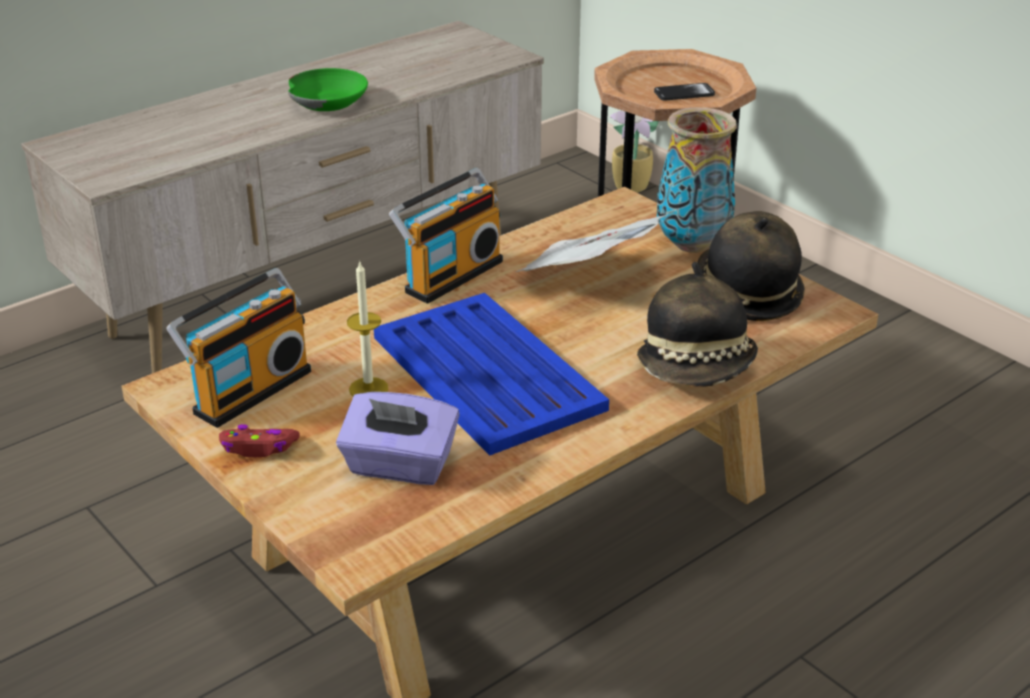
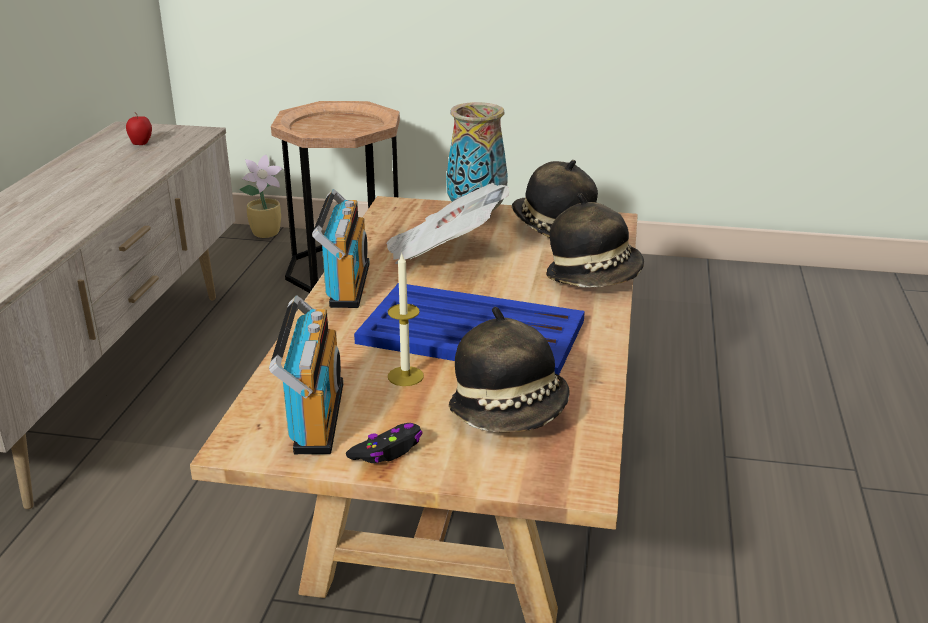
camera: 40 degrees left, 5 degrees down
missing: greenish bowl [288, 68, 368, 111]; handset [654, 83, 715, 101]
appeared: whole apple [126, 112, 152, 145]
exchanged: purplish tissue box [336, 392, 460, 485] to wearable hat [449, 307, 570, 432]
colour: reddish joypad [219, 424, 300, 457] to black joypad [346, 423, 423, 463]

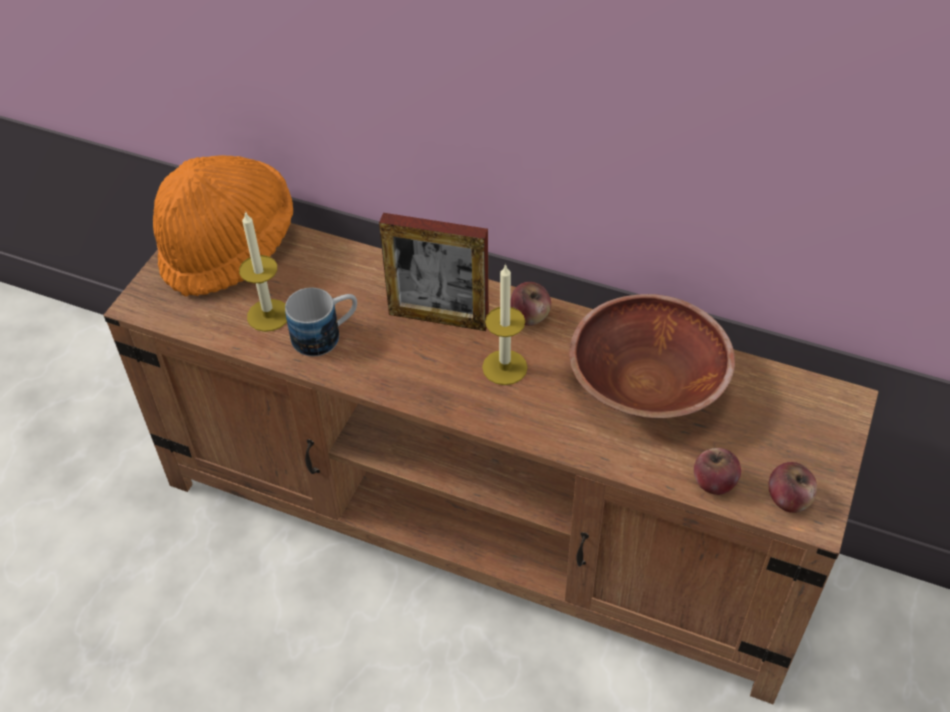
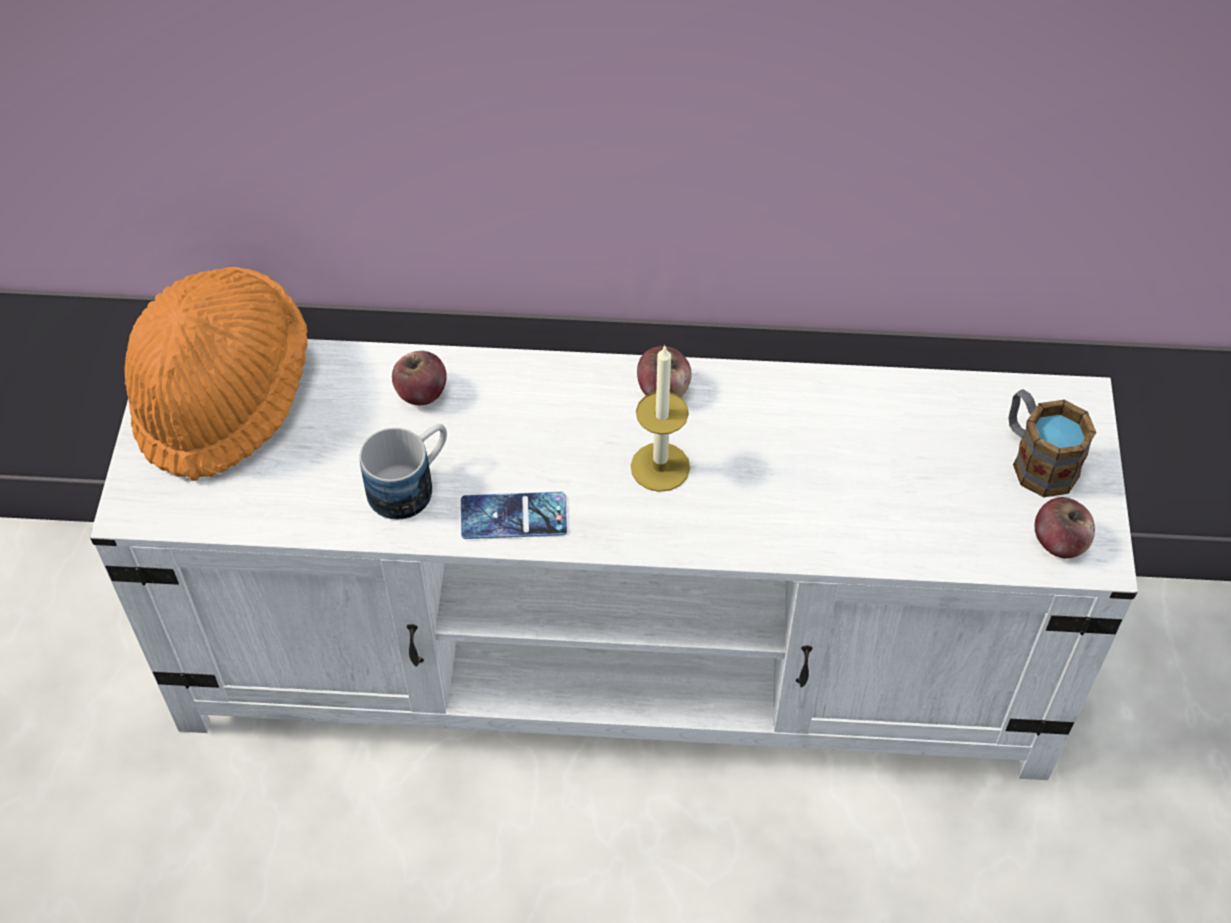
camera: 20 degrees left, 5 degrees up
missing: wax light [239, 211, 287, 332]; photo frame [379, 213, 489, 331]; brownish bowl [569, 294, 735, 419]
appeared: coffee mug [1009, 389, 1096, 497]; handset [461, 492, 567, 539]
relocated: whole apple [694, 448, 741, 495] to [392, 351, 447, 405]
colour: brownish media console [104, 223, 879, 704] to white-coloured media console [90, 339, 1138, 780]

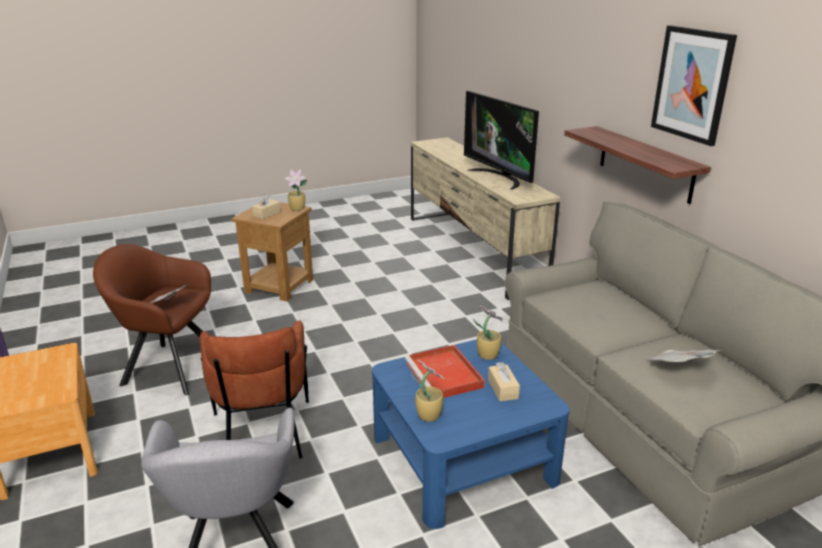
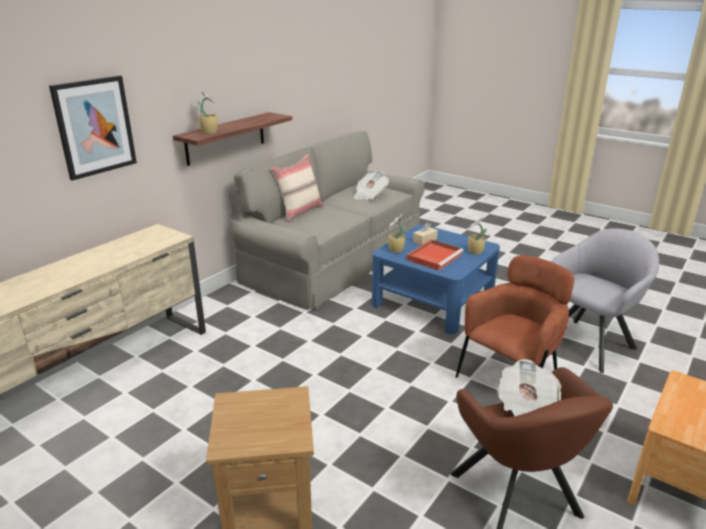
camera: 120 degrees left, 0 degrees up
missing: television [464, 91, 539, 190]; sand-coloured tissue box [252, 194, 281, 219]
appeared: sand-coloured throw pillow [271, 154, 324, 222]
relocated: wall picture [651, 25, 737, 146] to [49, 75, 137, 181]; plant in a pot [284, 169, 307, 211] to [197, 90, 218, 134]

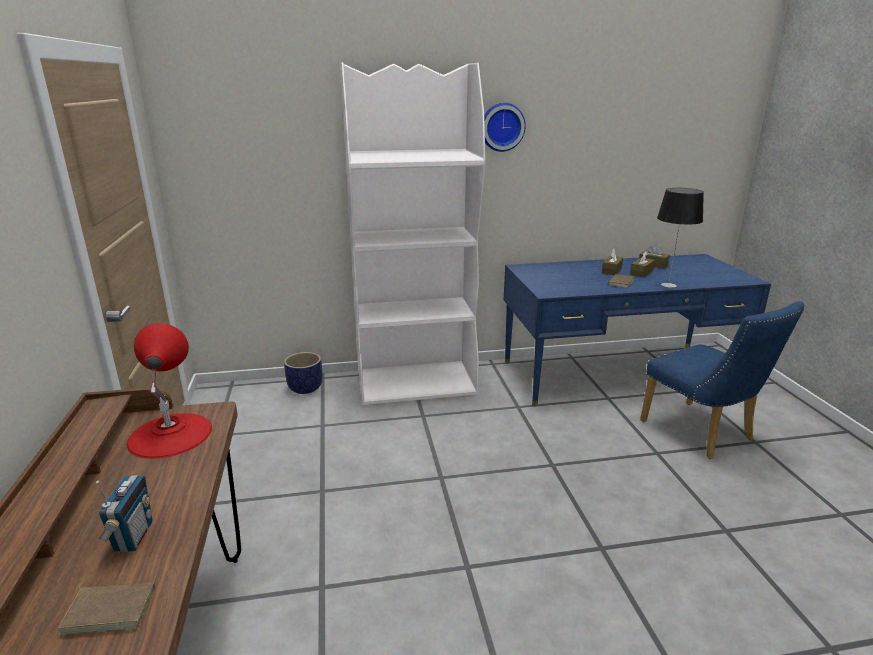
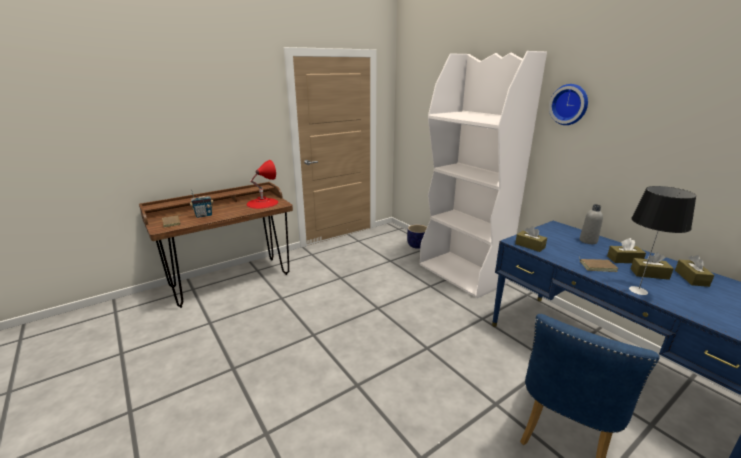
camera: 65 degrees right, 0 degrees up
appeared: gray drink bottle [579, 204, 603, 244]; brownish tissue box [515, 226, 547, 252]

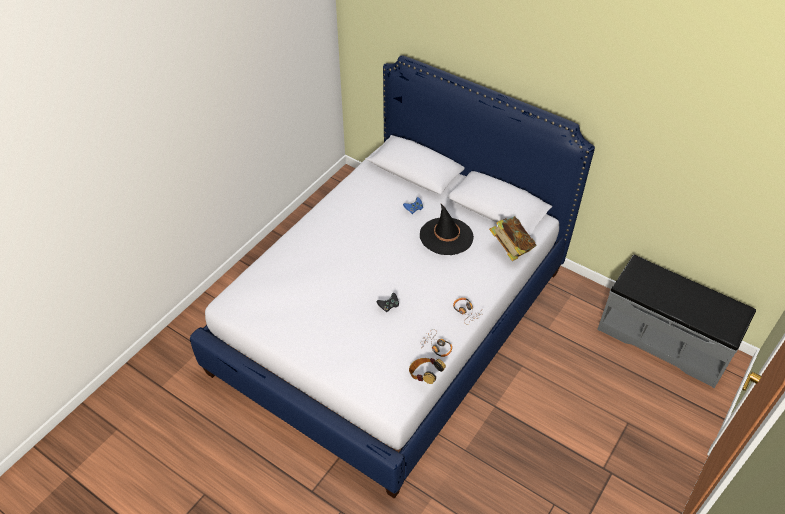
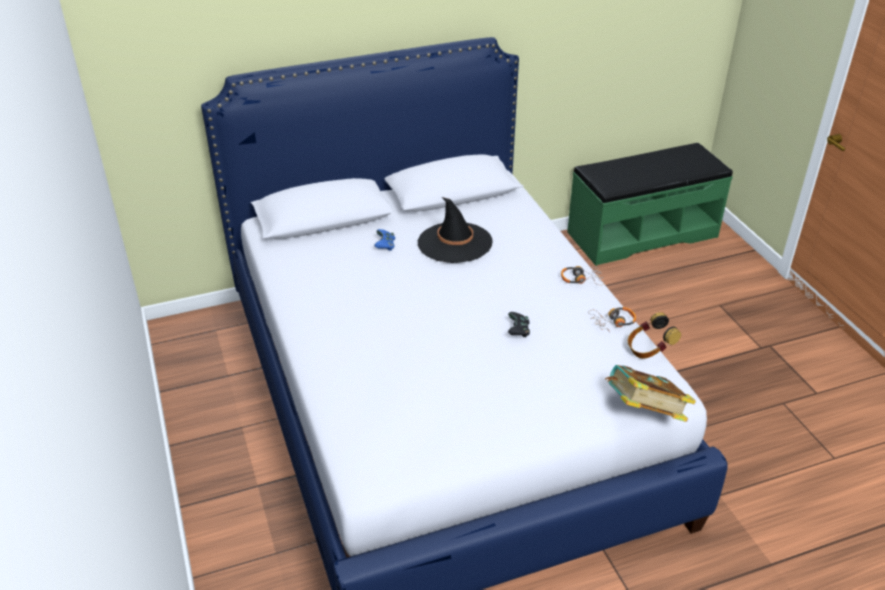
camera: 55 degrees left, 10 degrees down
relocated: bound book [489, 216, 536, 261] to [605, 365, 696, 422]
colour: gray long seat [597, 255, 756, 388] to greenish long seat [567, 143, 733, 266]

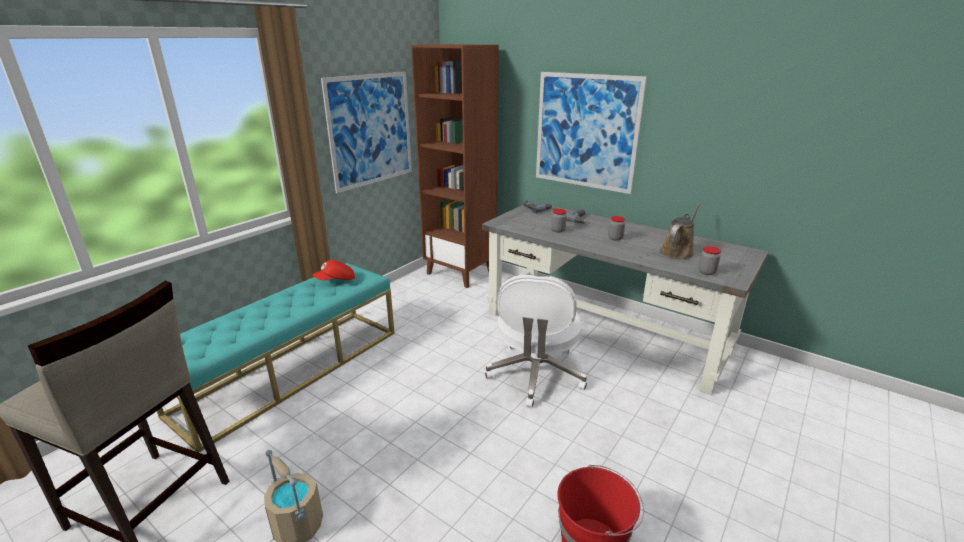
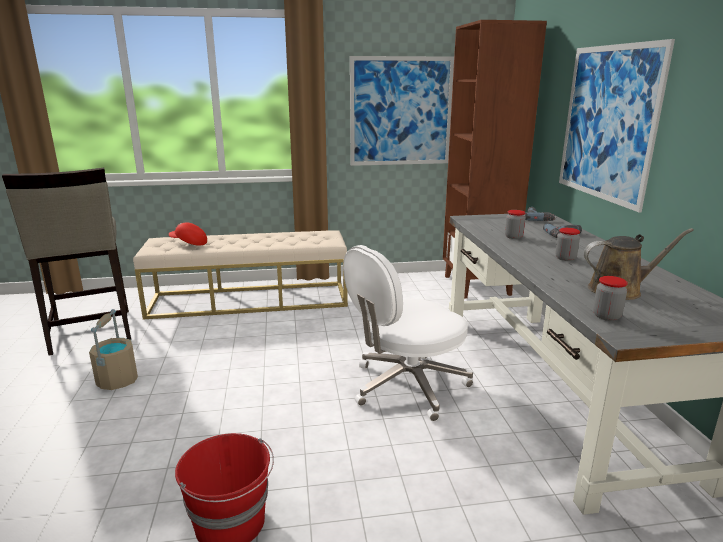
camera: 45 degrees right, 5 degrees down
relocated: reddish baseball cap [313, 260, 355, 280] to [169, 222, 207, 246]
colour: turquoise-coloured long seat [157, 263, 395, 453] to sand-coloured long seat [133, 230, 348, 320]

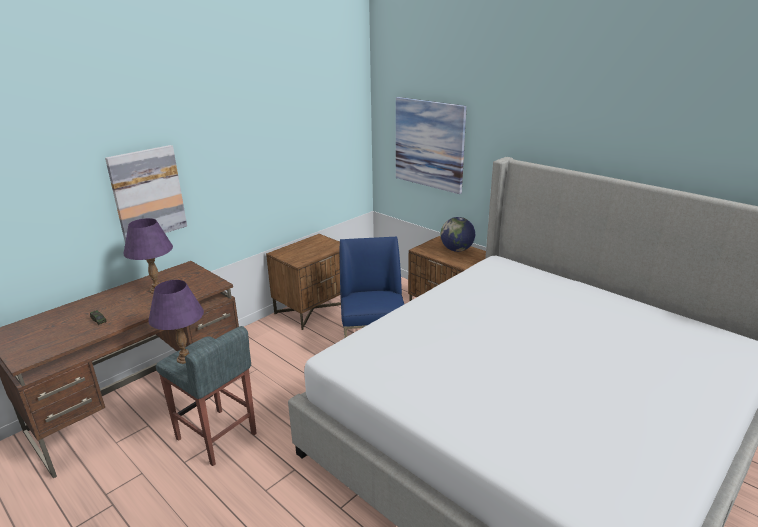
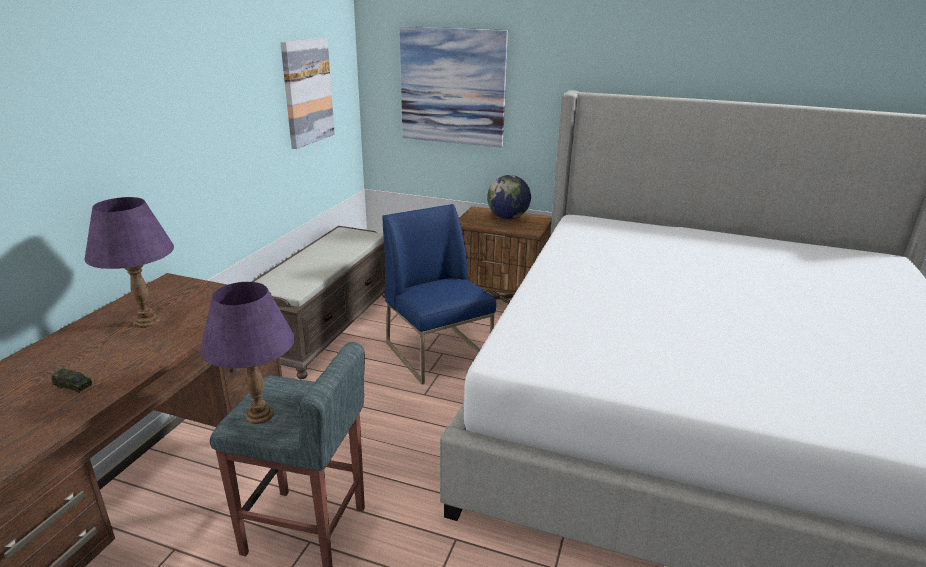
camera: 25 degrees left, 0 degrees up
relocated: wall picture [105, 145, 187, 242] to [281, 37, 335, 149]
exchanged: brownish bedside table [266, 234, 341, 330] to brownish long seat [251, 226, 385, 379]

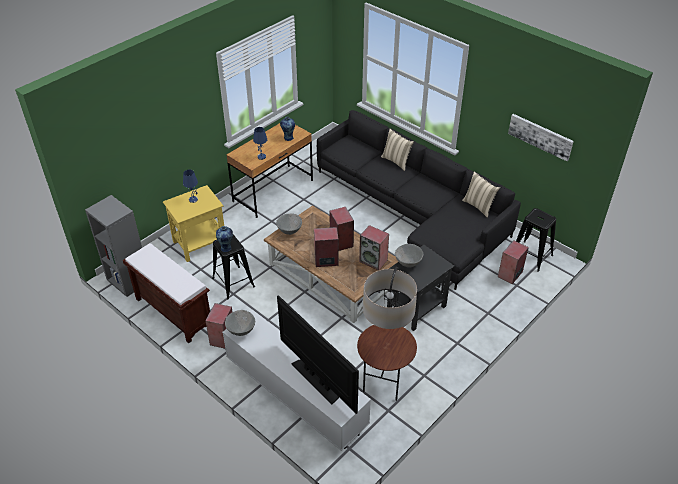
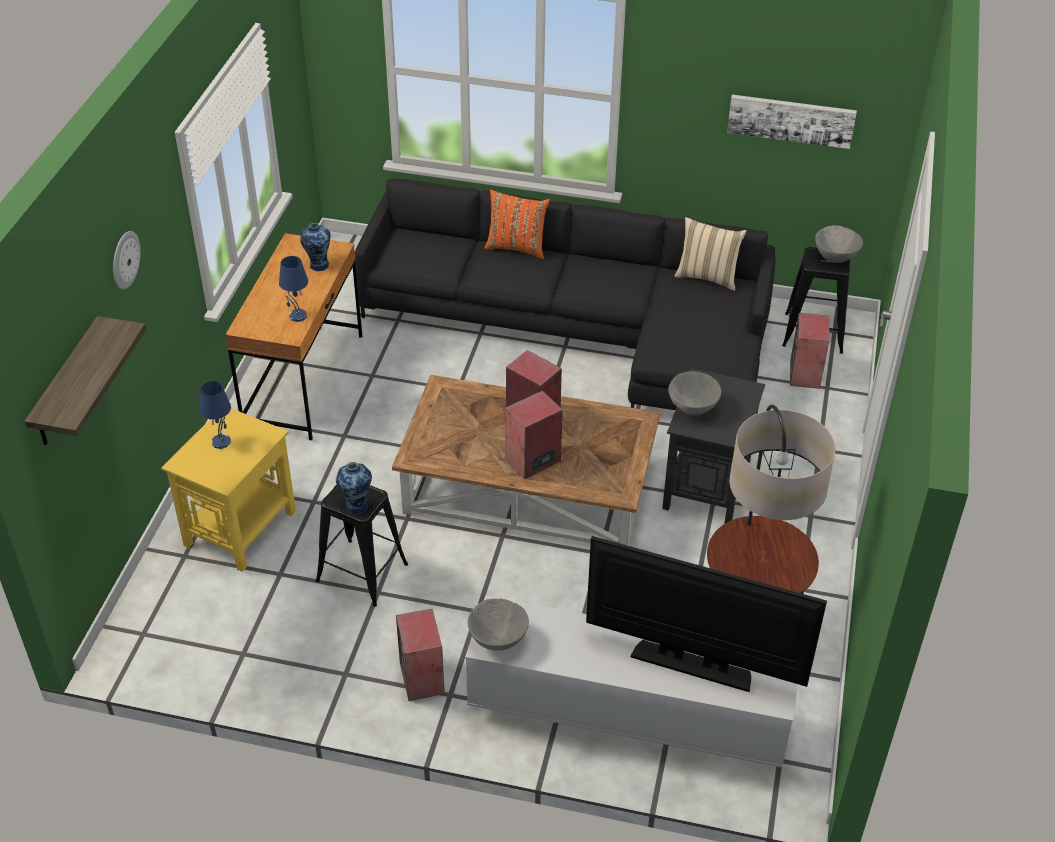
camera: 30 degrees left, 0 degrees up
missing: gray shelving unit [85, 195, 142, 297]; audio speaker [359, 225, 389, 270]; brownish long seat [123, 243, 210, 343]
appeared: clock on the wall [113, 231, 141, 289]; bracket shelf [24, 316, 146, 445]
relocated: gray bowl [276, 213, 302, 235] to [815, 225, 863, 263]
colour: sand-coloured throw pillow [381, 129, 414, 171] to orange throw pillow [484, 190, 550, 259]

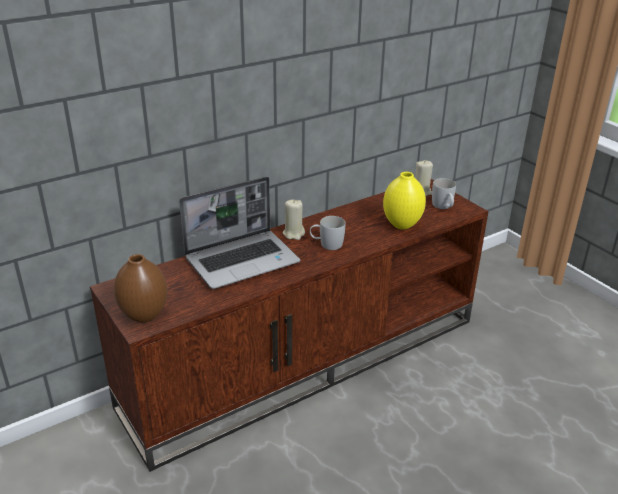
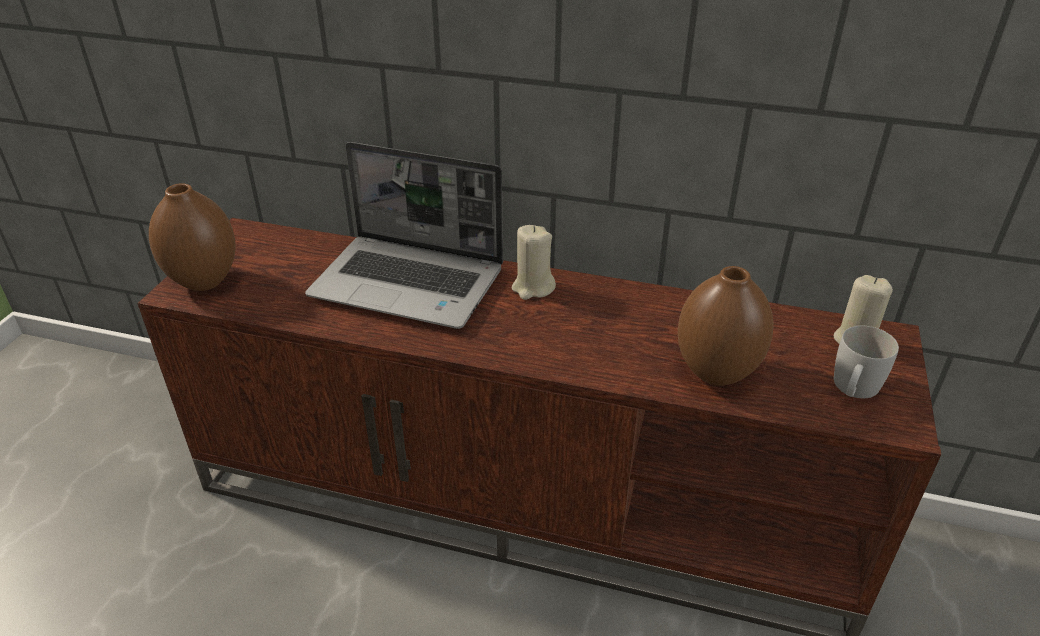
camera: 50 degrees right, 5 degrees up
missing: white-coloured coffee mug [310, 216, 345, 250]
colour: yellow vase [383, 172, 426, 229] to brownish vase [678, 266, 774, 386]

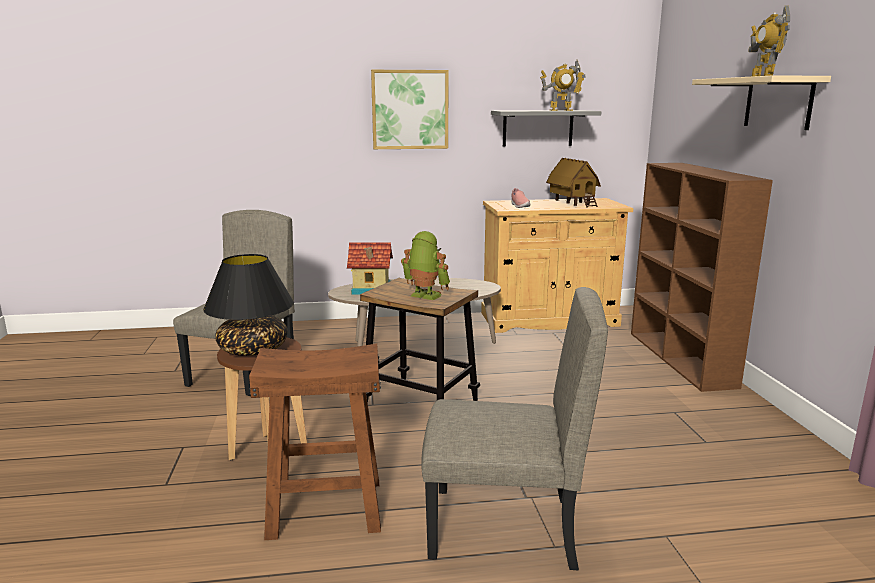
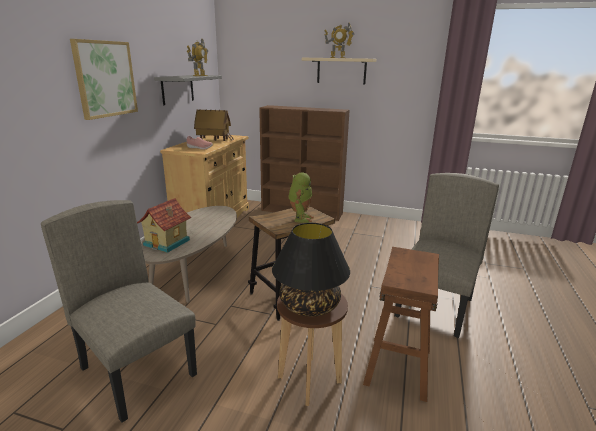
camera: 65 degrees left, 5 degrees up
spun: model robot [401, 231, 450, 300] = [288, 172, 314, 223] 135 degrees clockwise

